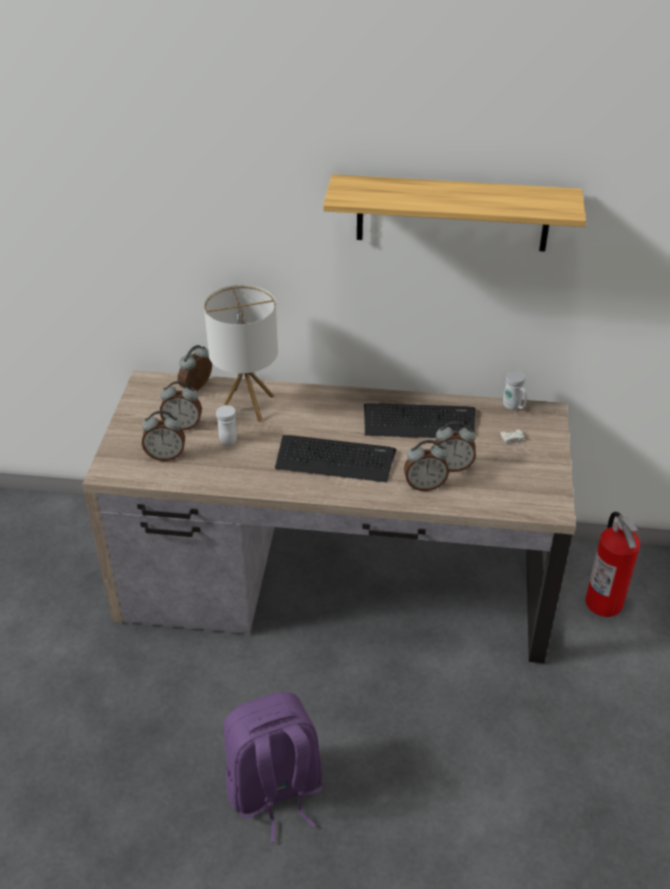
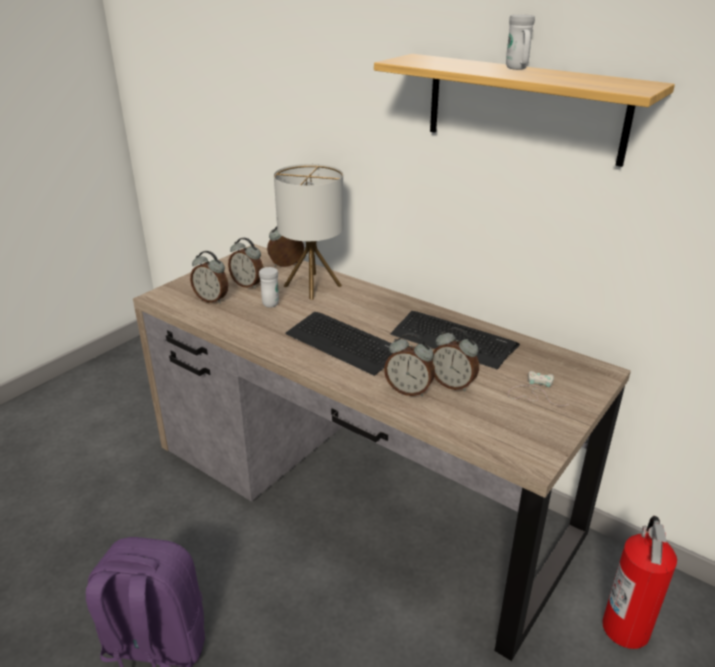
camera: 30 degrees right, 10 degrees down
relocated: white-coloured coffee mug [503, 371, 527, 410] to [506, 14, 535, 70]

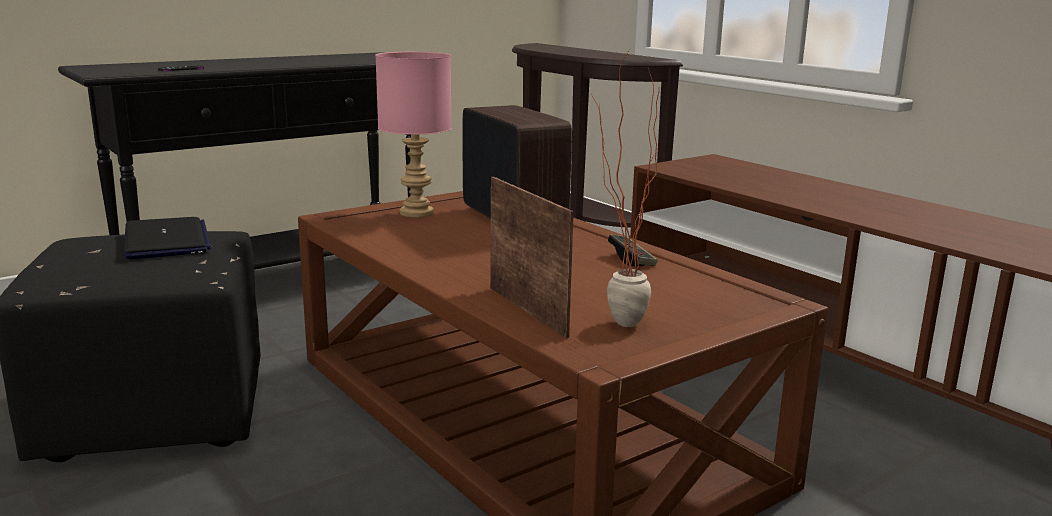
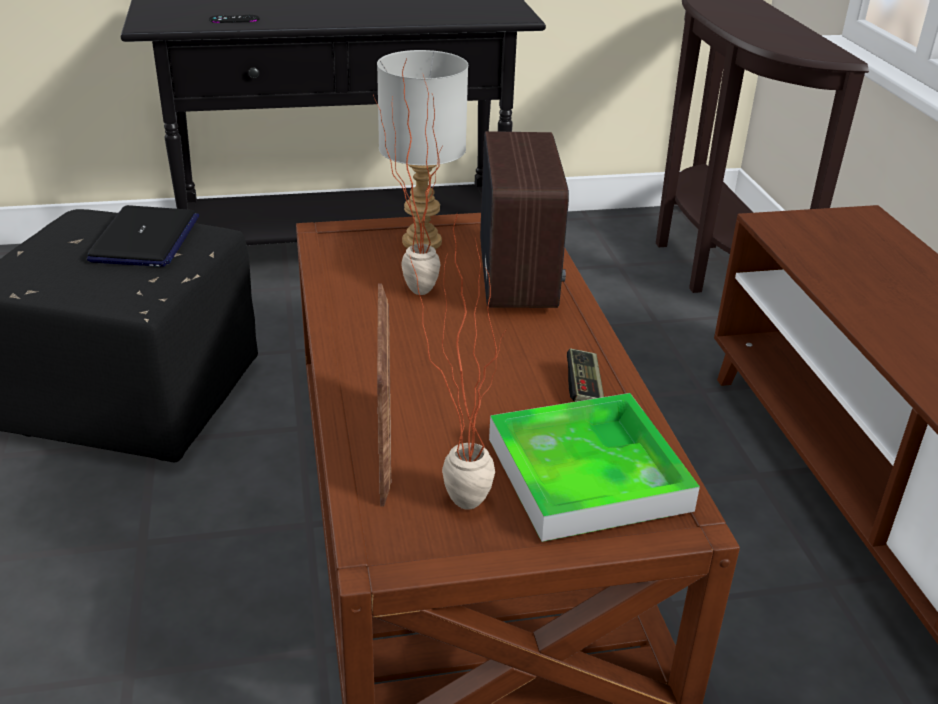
camera: 25 degrees right, 15 degrees up
appeared: plant in a pot [373, 59, 441, 295]; carrying tray [489, 393, 700, 542]
colour: pink-coloured tabletop lamp [375, 52, 452, 218] to gray tabletop lamp [377, 50, 468, 249]

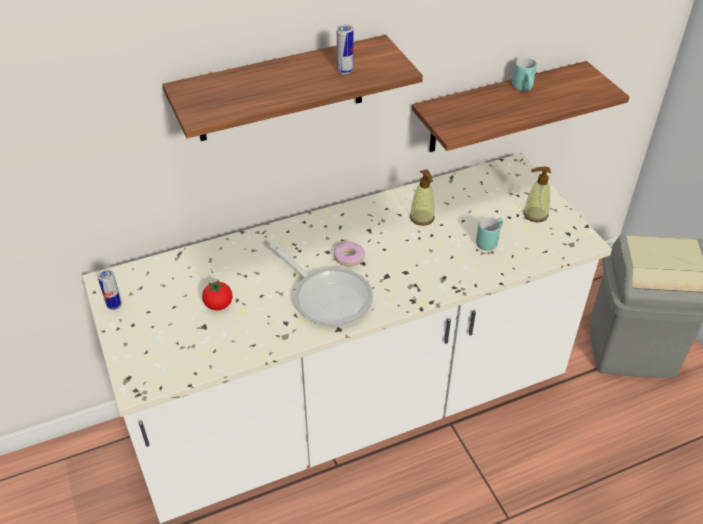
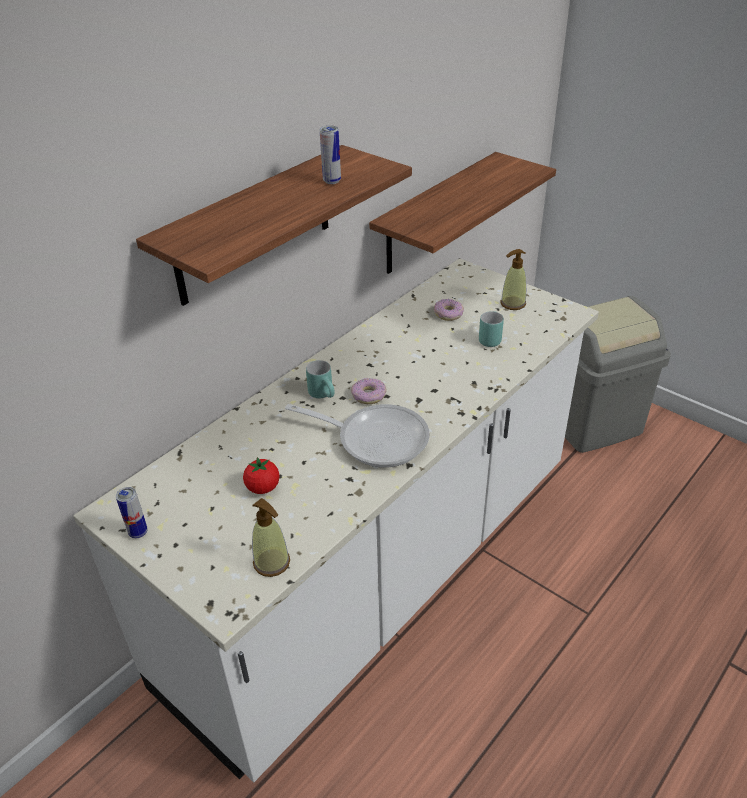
camera: 25 degrees left, 5 degrees down
appeared: donut [434, 299, 464, 321]
relocated: turquoise-coloured coffee mug [512, 57, 537, 91] to [306, 360, 335, 399]; soap dispenser [410, 169, 435, 226] to [252, 498, 290, 577]

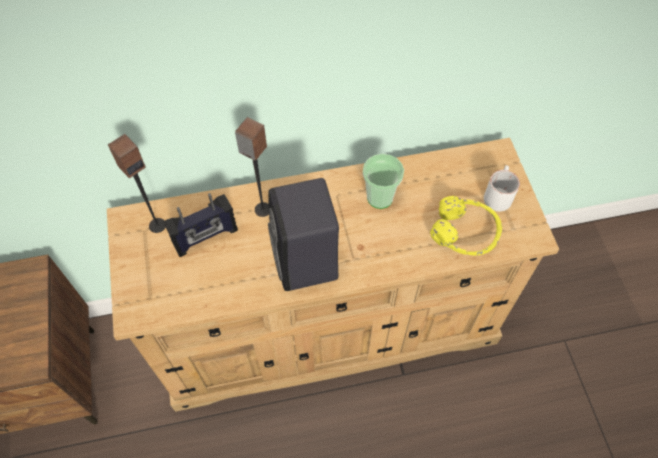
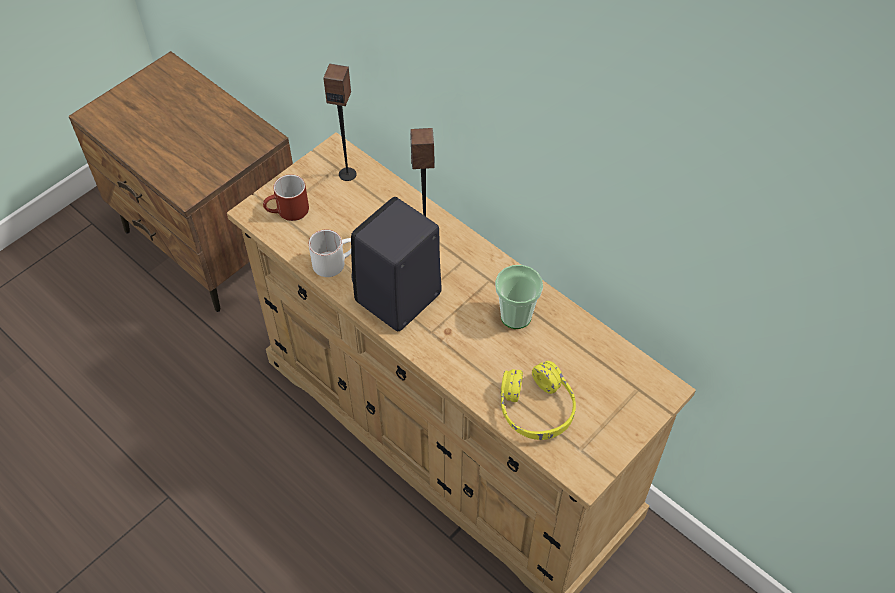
camera: 55 degrees right, 5 degrees down
missing: radio receiver [163, 193, 238, 257]
appeared: reddish coffee mug [263, 174, 309, 221]
relocated: white-coloured coffee mug [484, 165, 520, 211] to [308, 230, 351, 277]

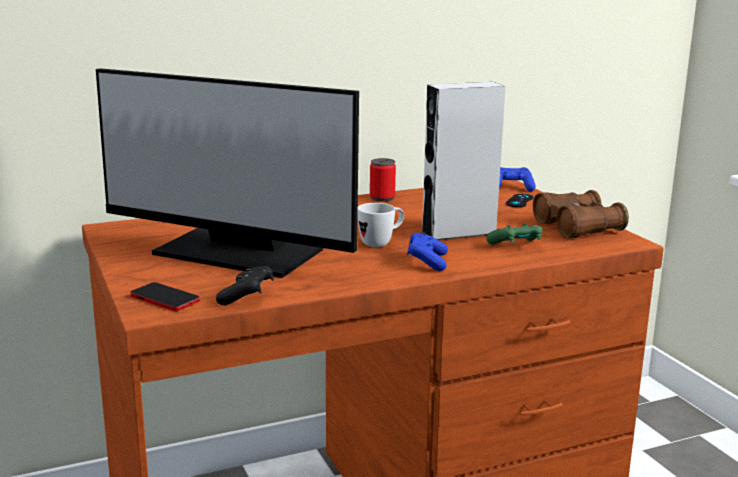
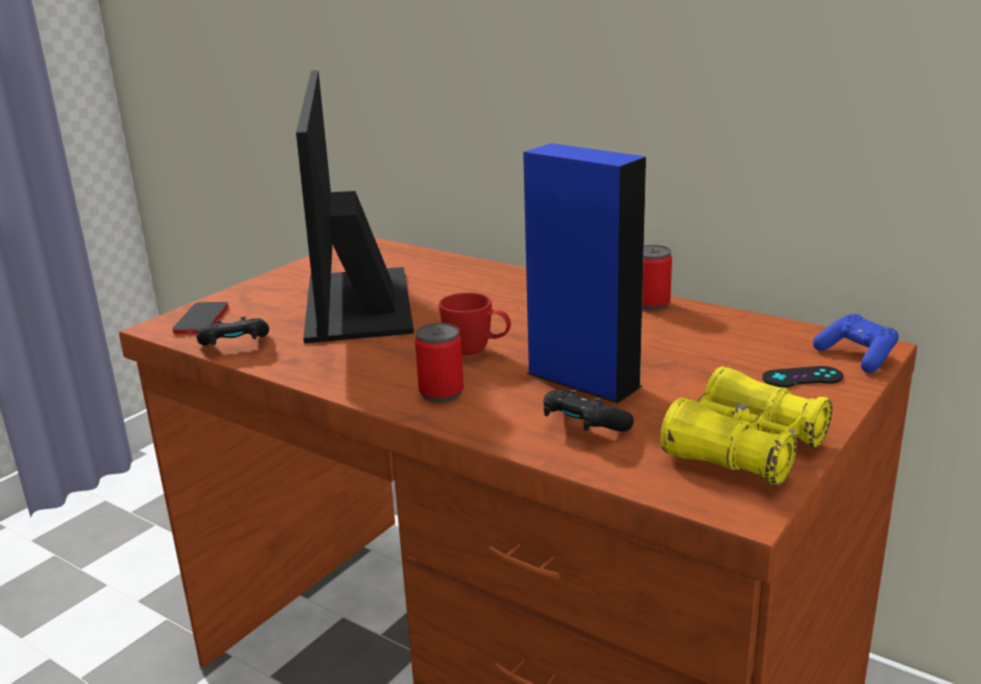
camera: 60 degrees right, 5 degrees up
exchanged: bluish joypad [407, 233, 448, 271] to can [415, 323, 464, 402]
colour: gray audio speaker [421, 82, 505, 240] to bluish audio speaker [523, 143, 646, 403]; brownish binoculars [533, 190, 629, 239] to yellow binoculars [660, 366, 833, 486]; white-coloured coffee mug [357, 203, 404, 247] to reddish coffee mug [439, 292, 511, 355]; greenish joypad [486, 224, 542, 245] to black joypad [543, 390, 634, 432]

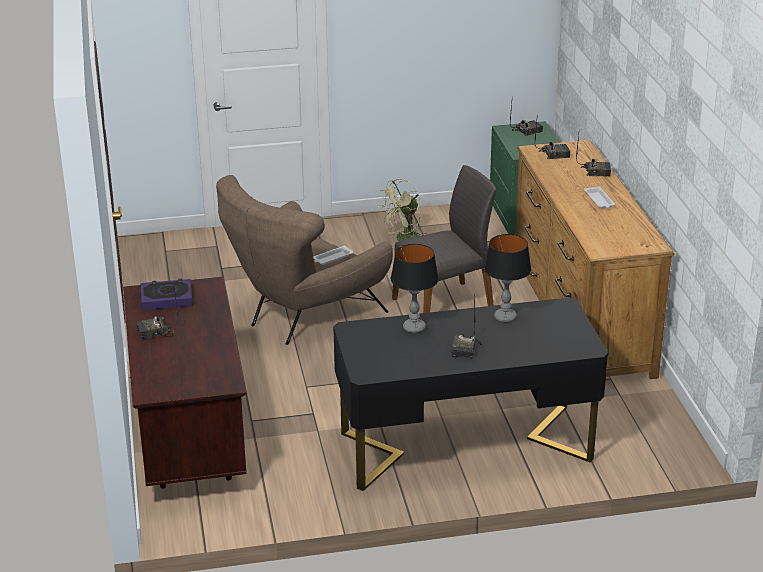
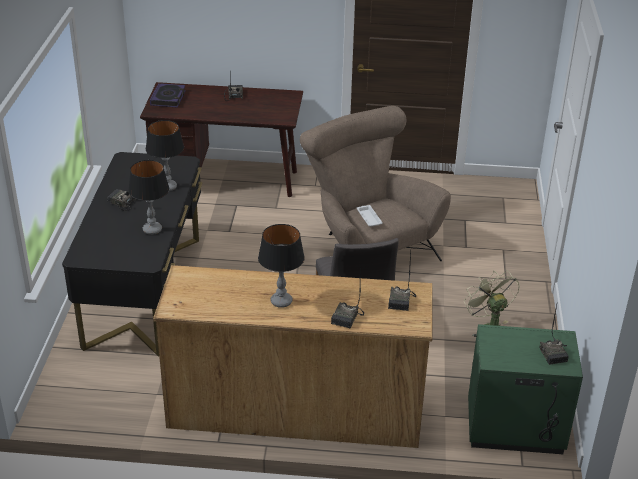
camera: 105 degrees right, 5 degrees up
relocated: bound book [141, 279, 193, 310] to [150, 83, 186, 107]
exchanged: white-coloured carrying tray [584, 186, 615, 209] to tabletop lamp [258, 224, 305, 308]

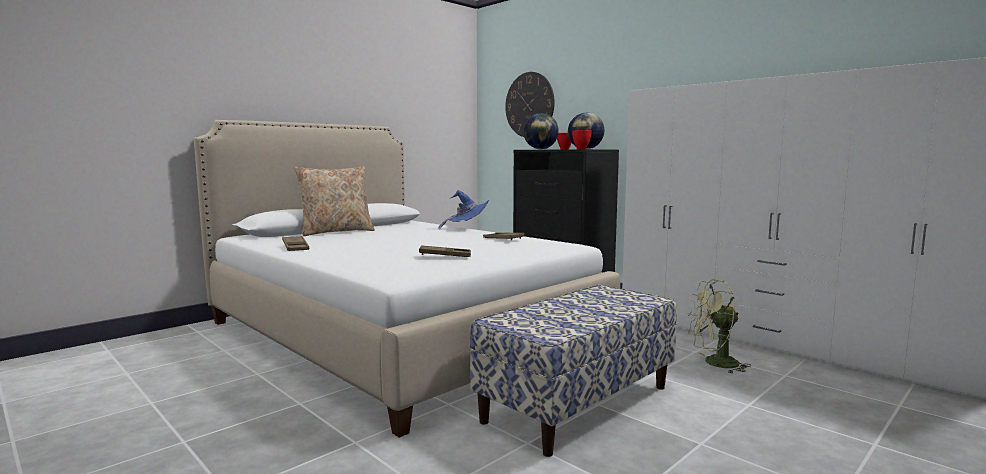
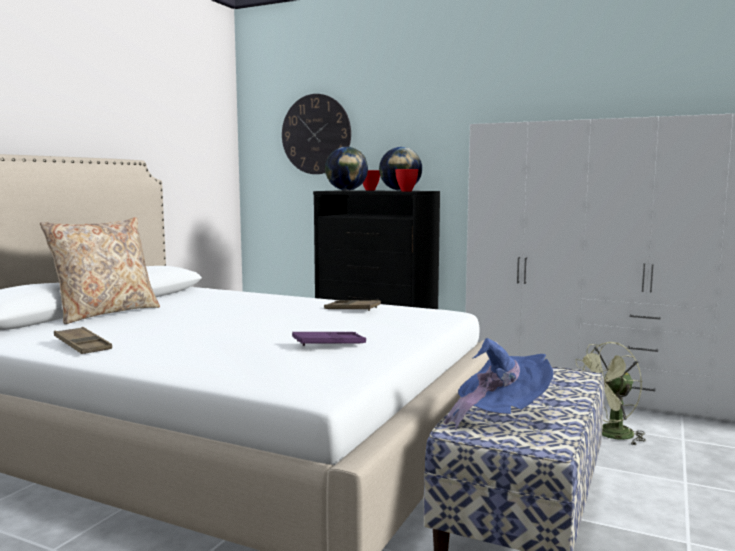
camera: 20 degrees left, 0 degrees up
relocated: bluish wearable hat [439, 190, 490, 230] to [444, 338, 554, 430]
colour: brownish carrying tray [419, 245, 471, 257] to purplish carrying tray [292, 332, 366, 346]

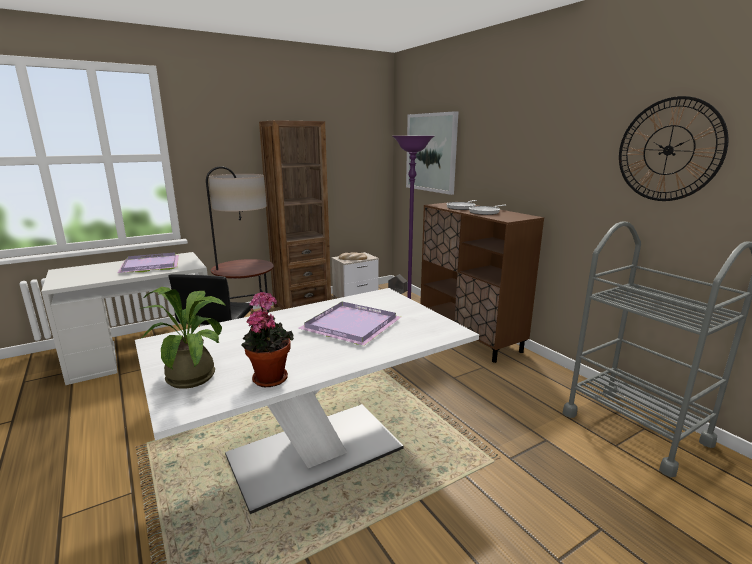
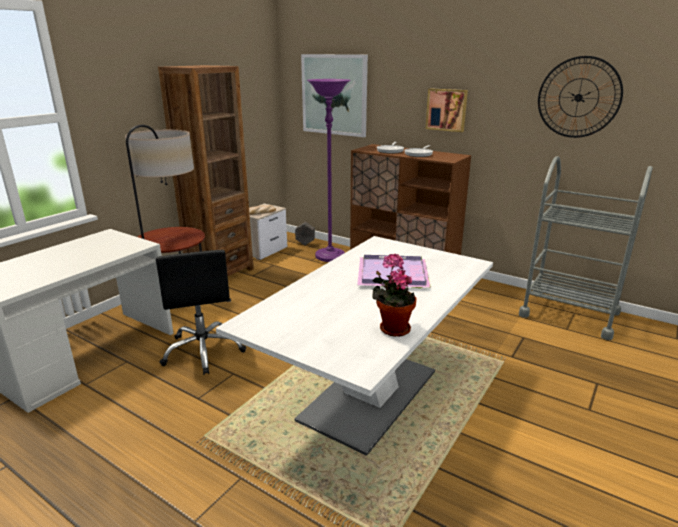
camera: 25 degrees left, 5 degrees up
missing: purplish carrying tray [118, 252, 179, 273]; plant in a pot [139, 287, 226, 389]
appeared: wall picture [426, 88, 468, 132]

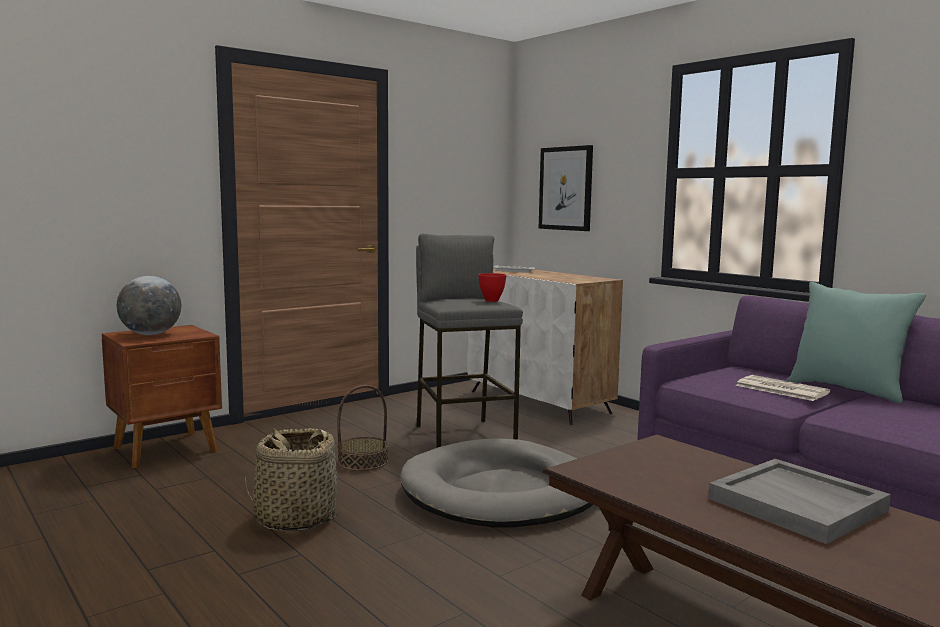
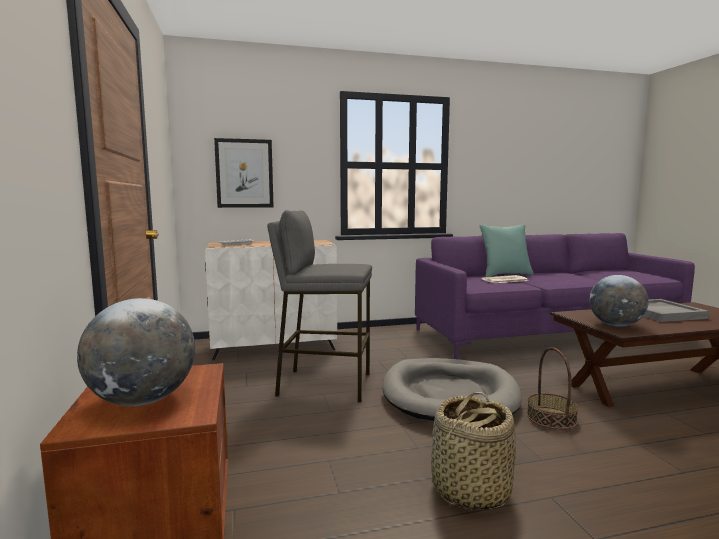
camera: 65 degrees left, 0 degrees up
missing: reddish bowl [478, 273, 506, 302]
appeared: desk globe [589, 275, 649, 327]
relocated: household basket [337, 385, 388, 471] to [527, 347, 578, 430]

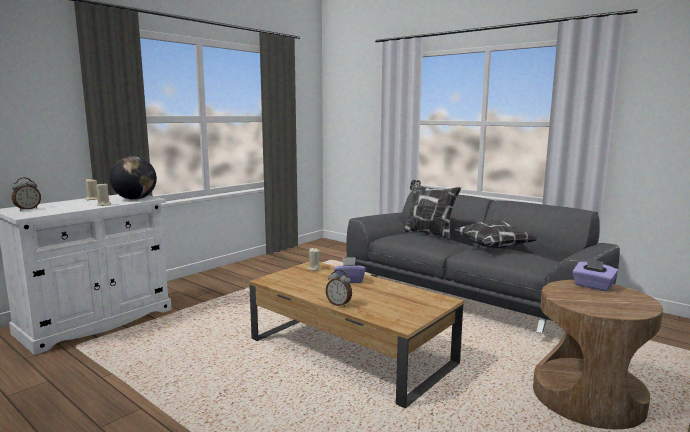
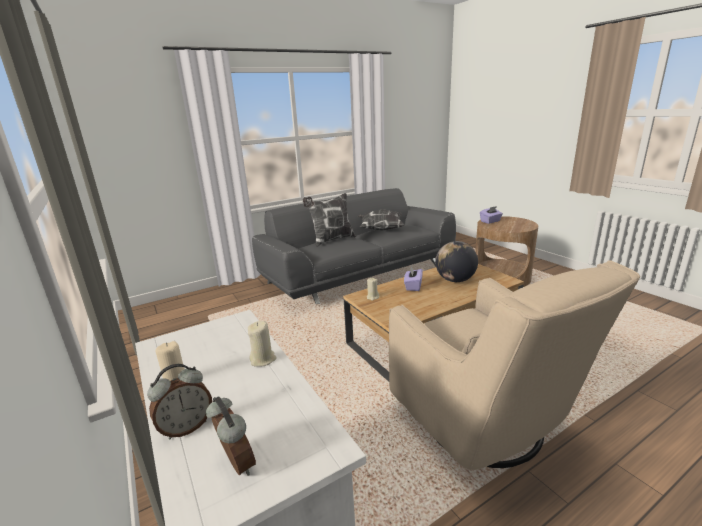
camera: 70 degrees left, 10 degrees up
appeared: sand-coloured lounge chair [389, 260, 640, 471]
relocated: desk globe [109, 156, 157, 200] to [435, 241, 478, 282]; table clock [326, 269, 352, 307] to [147, 364, 212, 439]

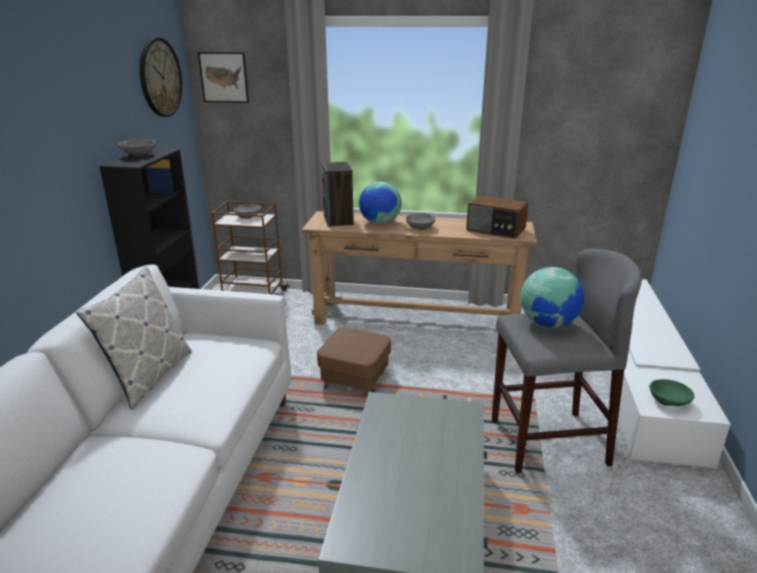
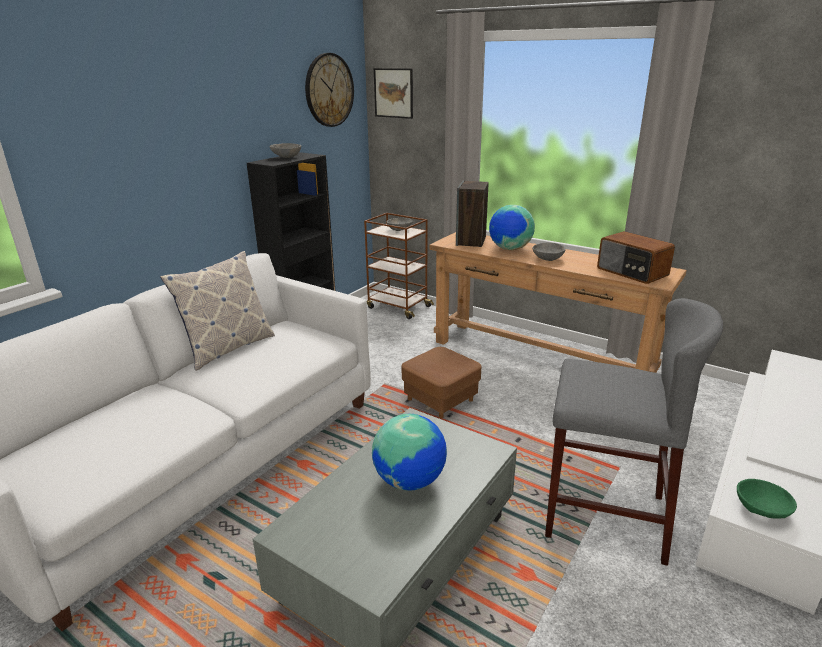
camera: 25 degrees right, 0 degrees up
relocated: desk globe [521, 267, 584, 328] to [372, 414, 447, 490]

